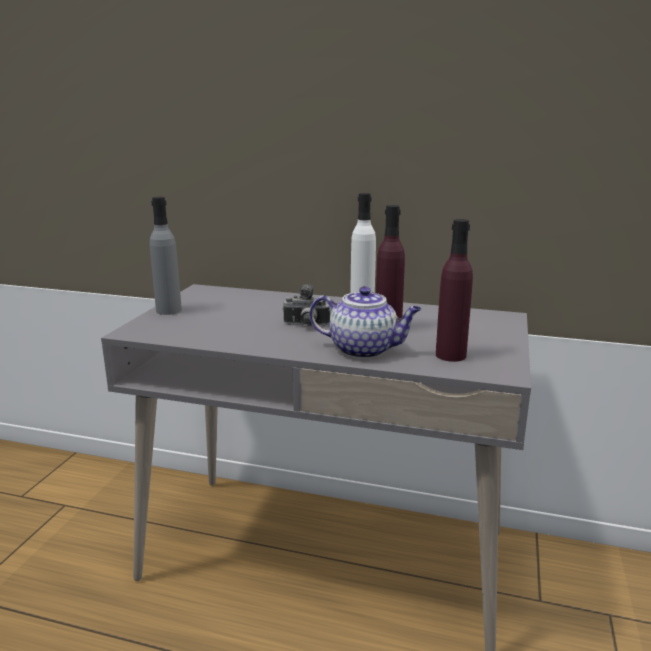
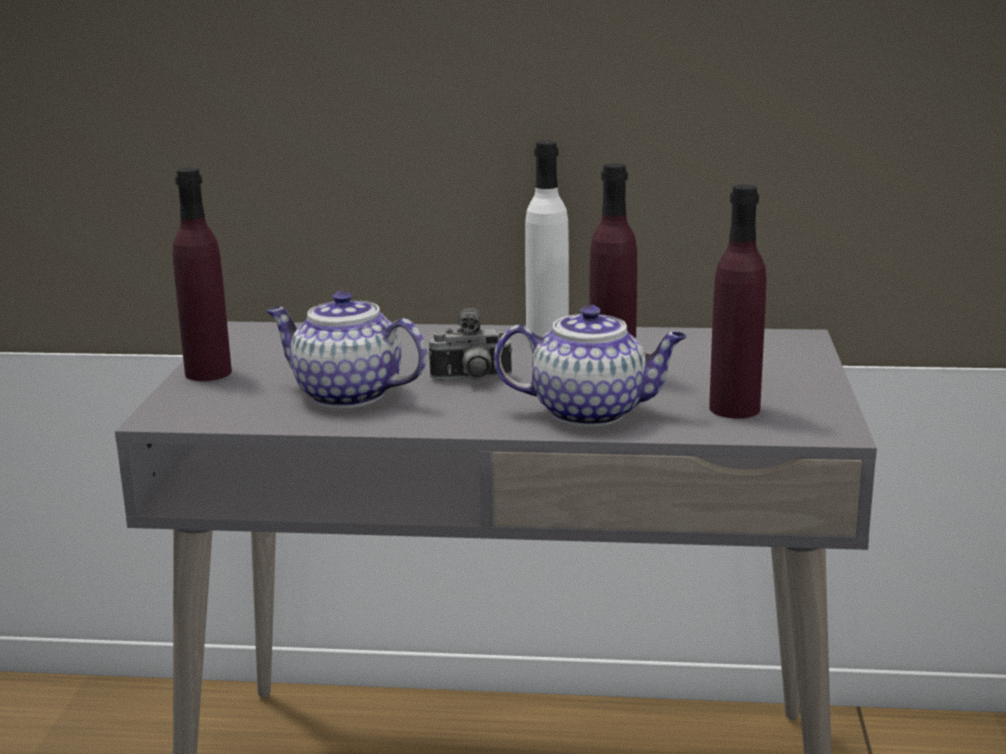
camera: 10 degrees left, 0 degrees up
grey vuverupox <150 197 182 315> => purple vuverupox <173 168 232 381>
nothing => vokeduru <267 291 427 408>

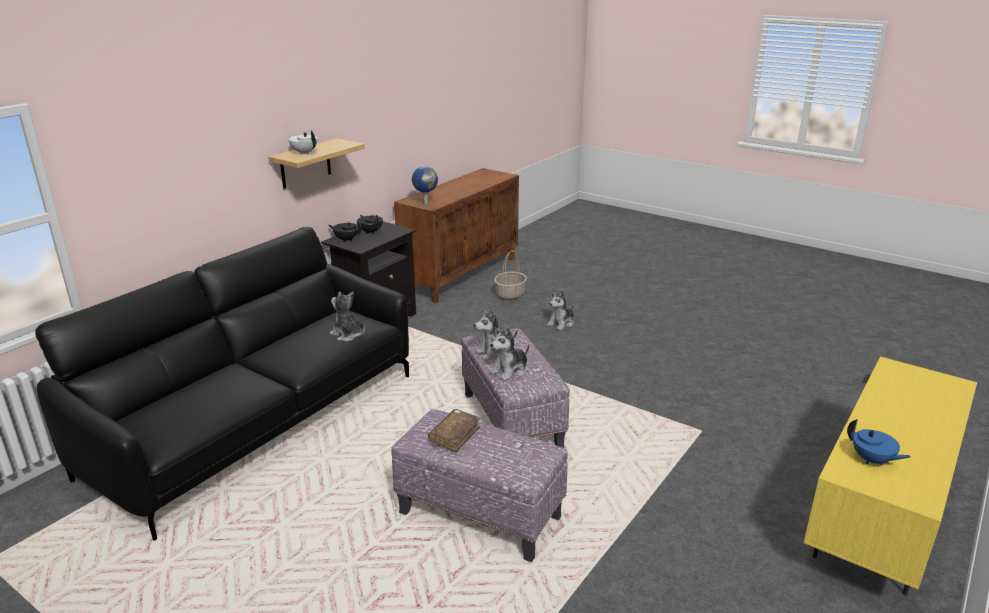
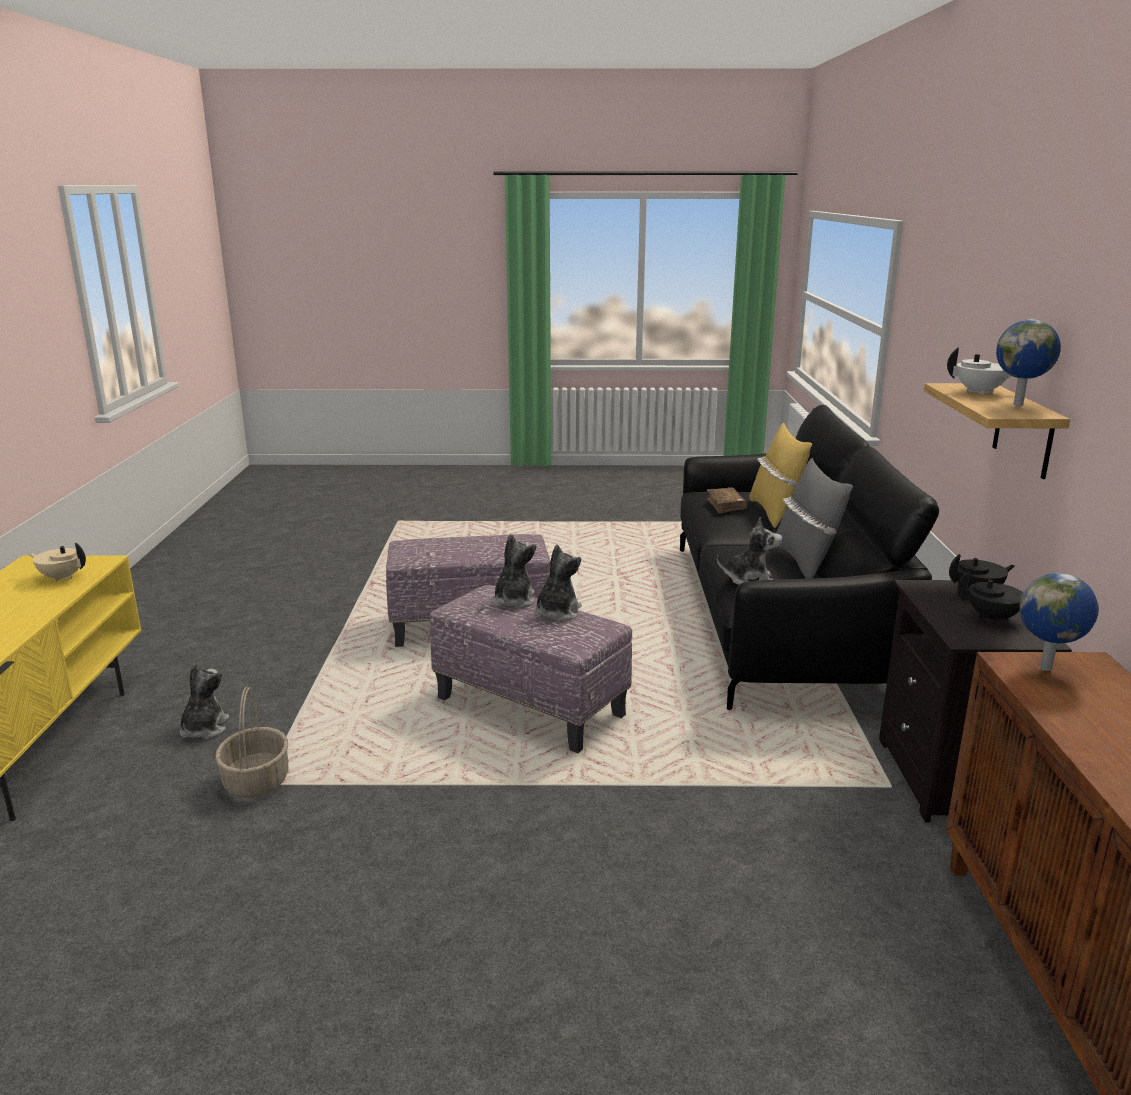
camera: 145 degrees right, 5 degrees down
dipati <494 250 527 300> => dipati <215 687 289 798>, moved
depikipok <547 291 574 330> => depikipok <180 663 230 739>, moved
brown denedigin <428 409 481 453> => brown denedigin <707 487 747 514>, moved
blue vokeduru <847 419 911 465> => beige vokeduru <28 543 86 582>
nothing => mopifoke <996 319 1061 406>
nothing => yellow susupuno <749 423 812 528>
nothing => grey susupuno <776 458 853 579>

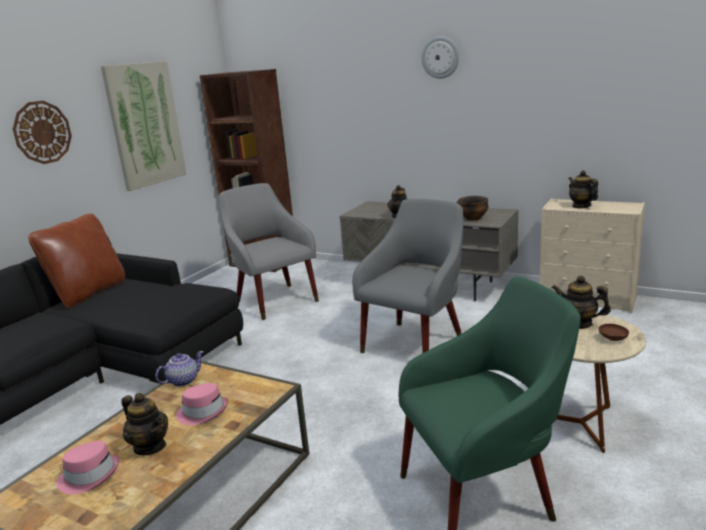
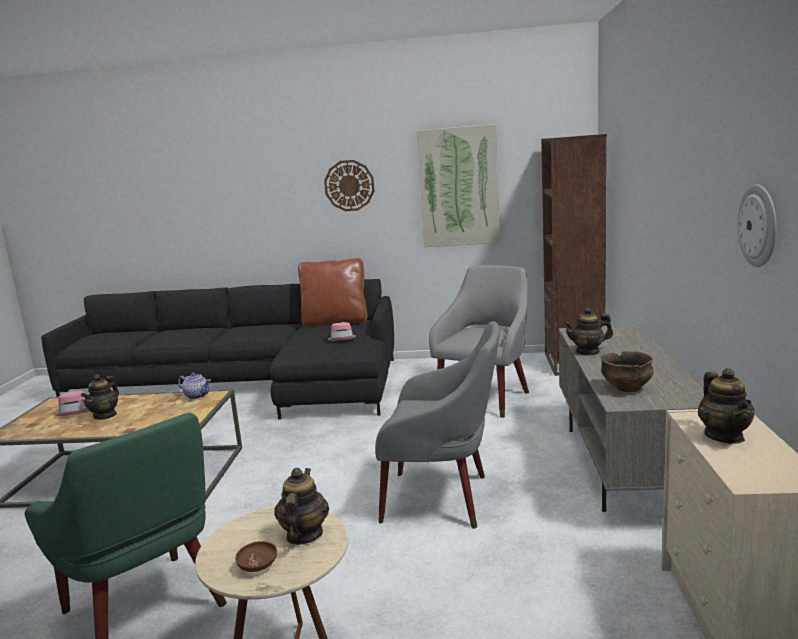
camera: 65 degrees right, 5 degrees down
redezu <421 36 459 79> => redezu <738 184 777 267>, moved
vokeduru <568 170 598 208> => vokeduru <698 368 754 444>, 135 degrees clockwise
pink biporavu <176 383 228 425> => pink biporavu <327 322 356 341>, moved

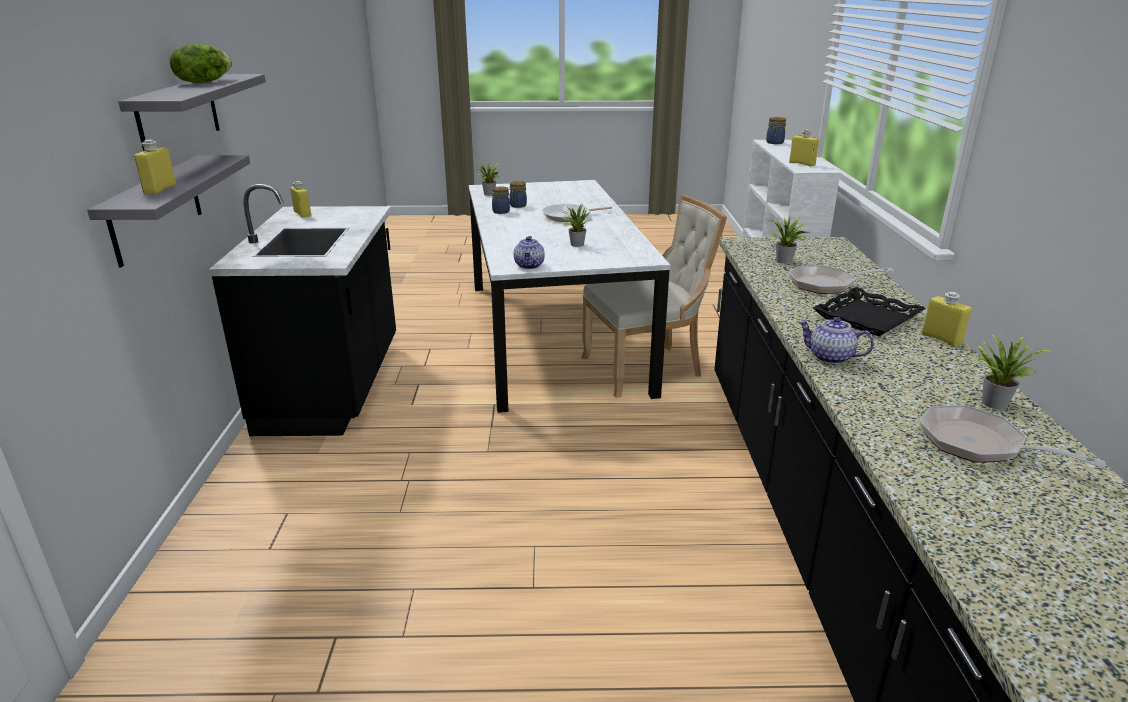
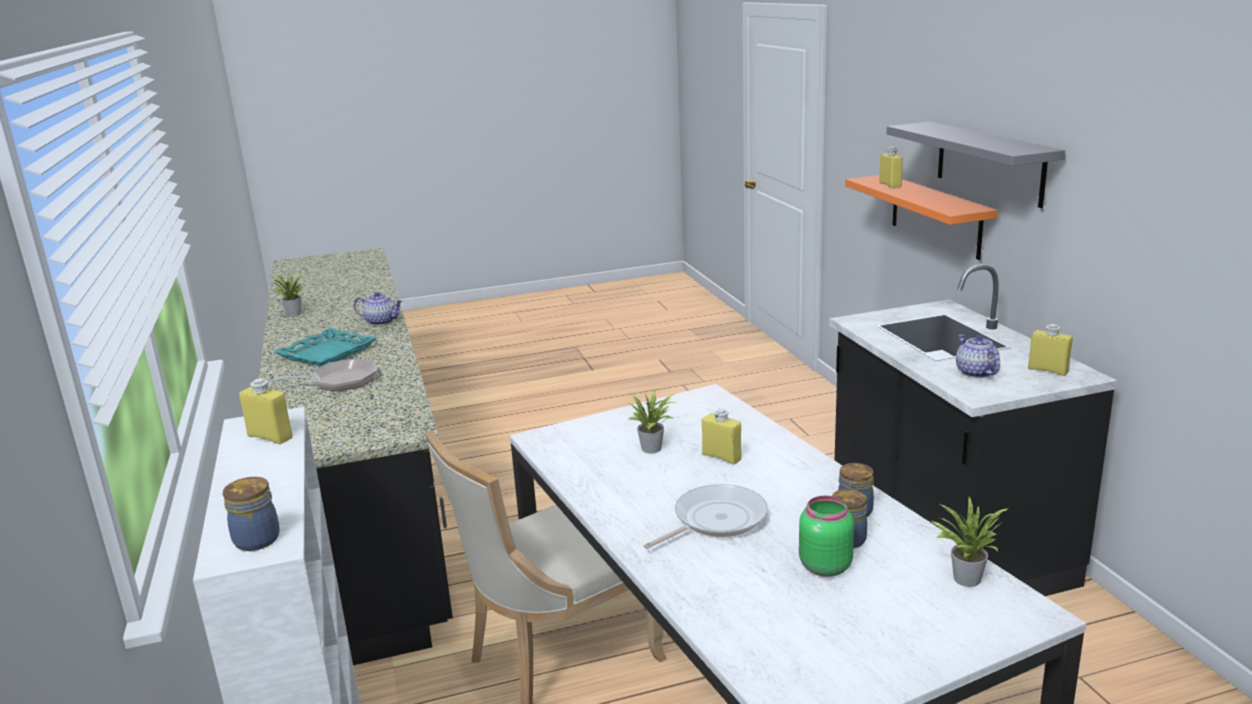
camera: 165 degrees right, 5 degrees down
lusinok <170 44 232 83> => nothing
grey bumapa <87 155 250 267> => orange bumapa <845 175 998 260>
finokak <770 215 809 264> => nothing
vokeduru <514 236 545 269> => vokeduru <956 335 1000 378>, moved
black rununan <813 287 926 336> => turquoise rununan <274 328 376 367>
yellow vuverupox <922 292 972 347> => yellow vuverupox <702 408 742 465>, moved
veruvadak <919 405 1105 468> => nothing
nothing => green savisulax <799 496 854 577>

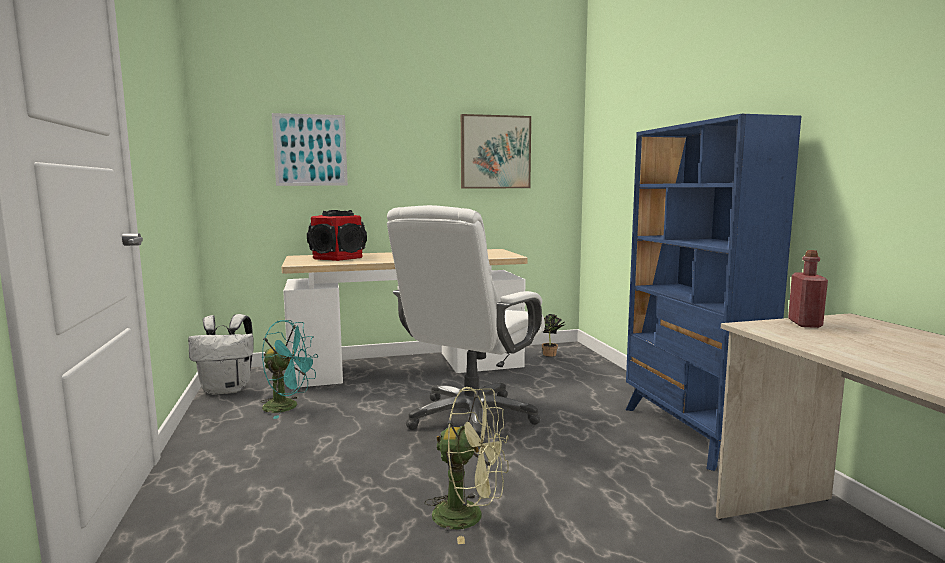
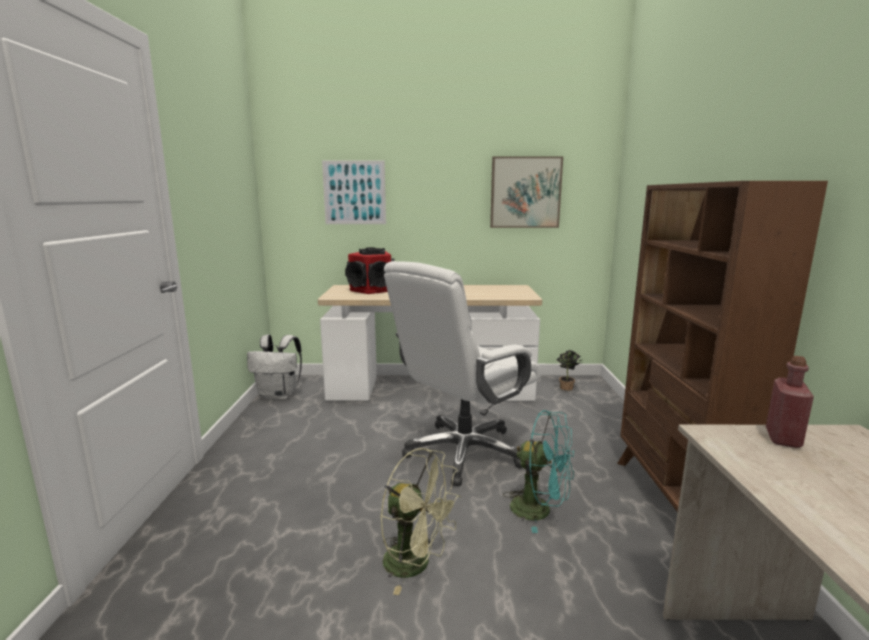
camera: 15 degrees right, 5 degrees up
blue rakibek <626 114 801 471> => brown rakibek <617 181 828 512>
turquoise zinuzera <261 320 318 419> => turquoise zinuzera <503 410 574 533>, moved

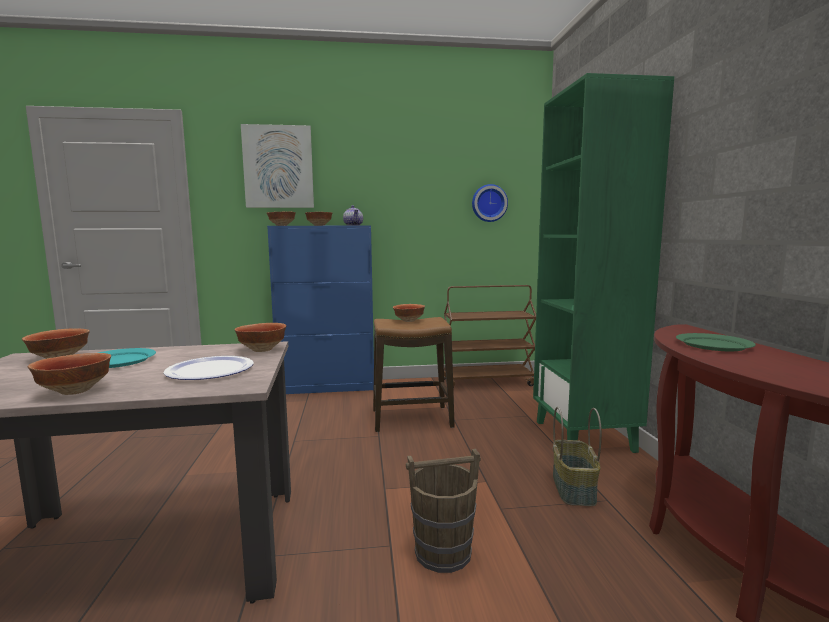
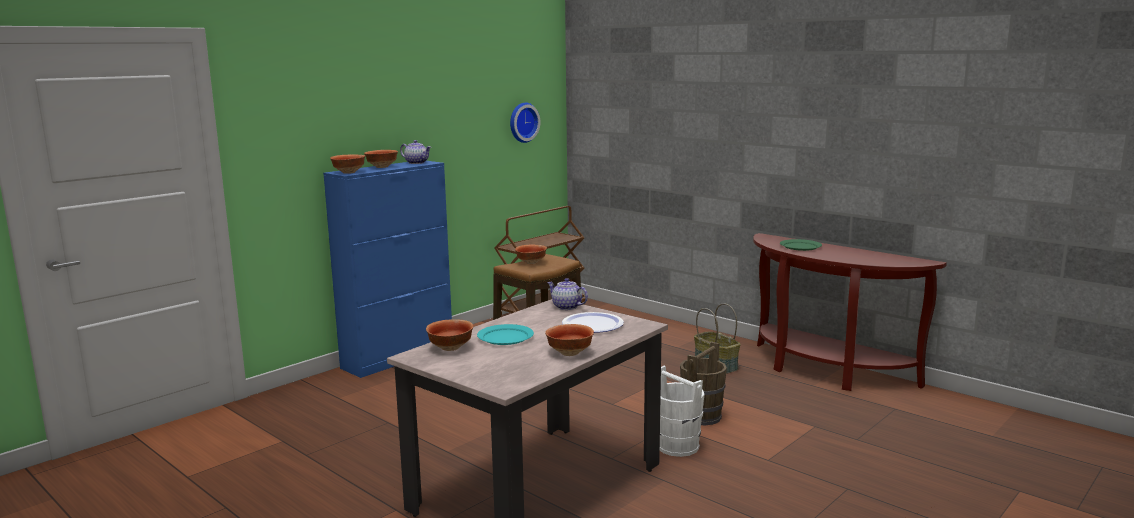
camera: 40 degrees left, 5 degrees up
green rakibek <533 73 674 453> => nothing
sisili <241 124 314 208> => nothing
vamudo <234 323 286 352> => vokeduru <547 278 588 310>
nothing => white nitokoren <660 366 705 457>

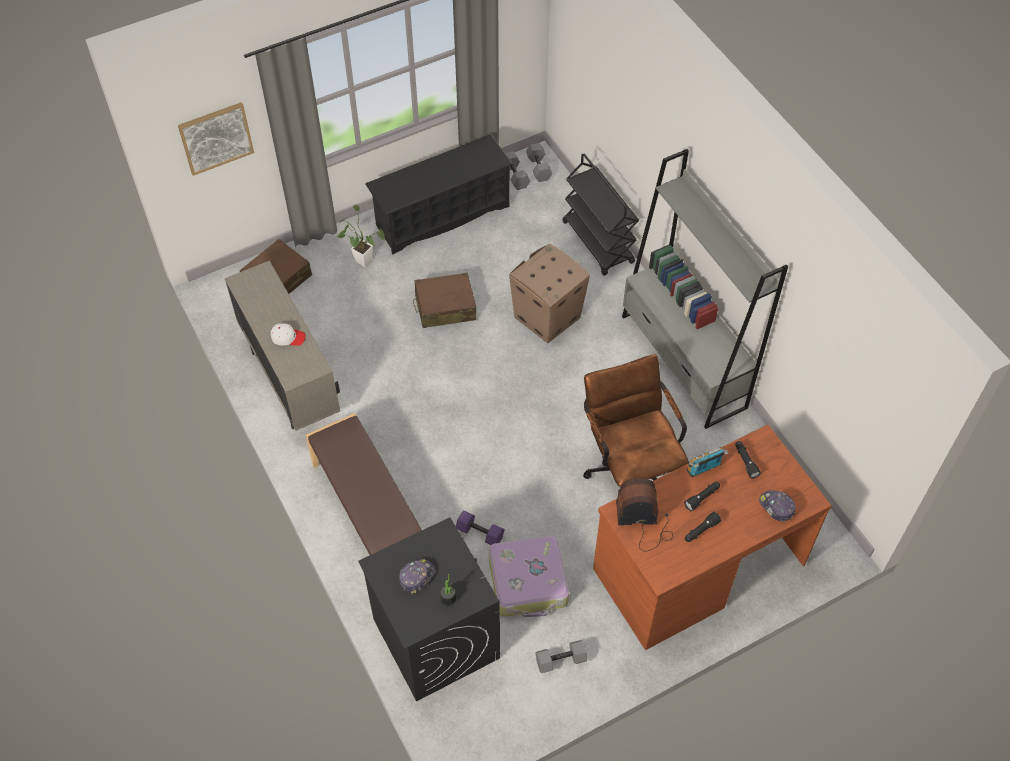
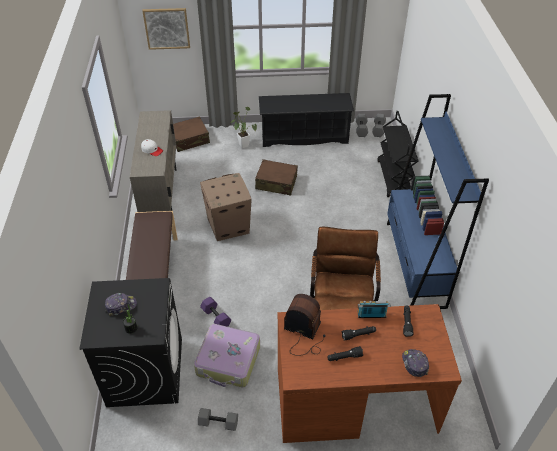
camera: 25 degrees right, 10 degrees down
grey rakibek <622 149 788 429> => blue rakibek <387 94 489 309>
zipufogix <509 244 590 343> => zipufogix <200 173 252 241>, moved

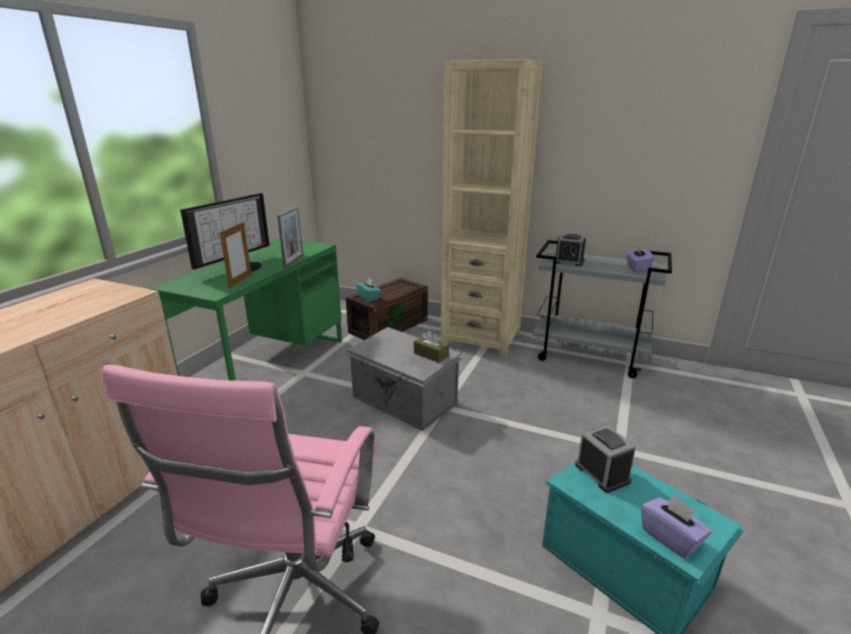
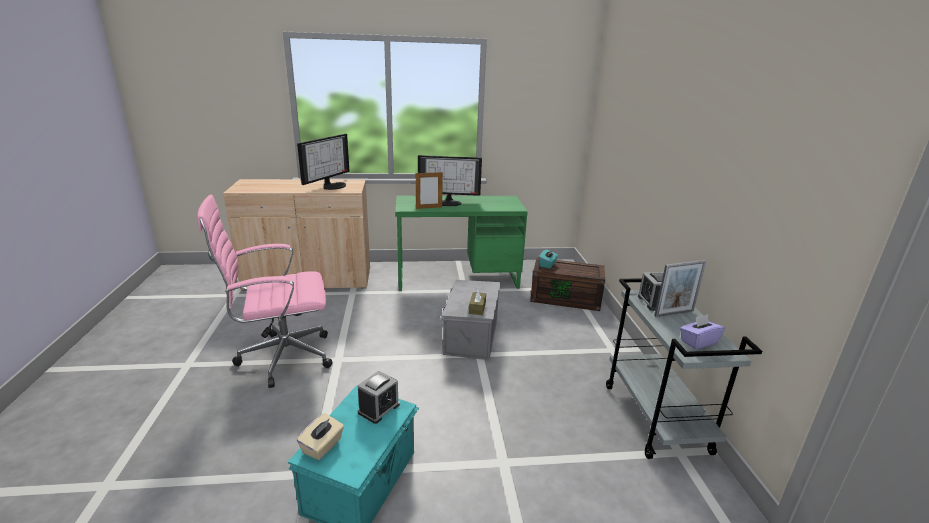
camera: 60 degrees right, 0 degrees up
beige rakibek <441 59 543 358> => nothing
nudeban <277 206 303 268> => nudeban <654 260 706 317>, moved
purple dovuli <641 494 712 558> => beige dovuli <297 413 344 460>
nothing => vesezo <297 134 349 190>

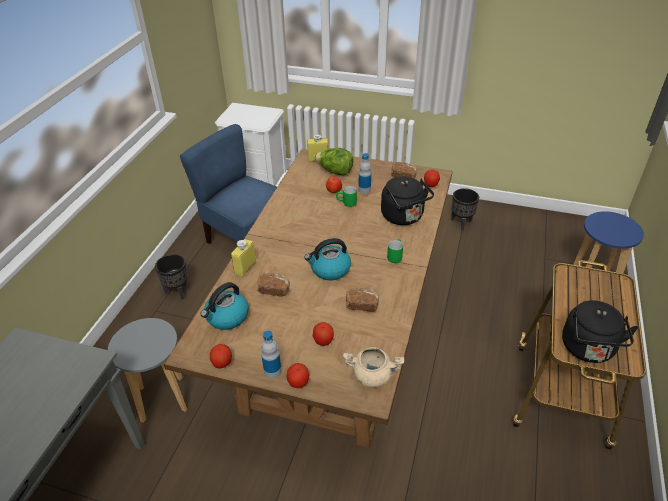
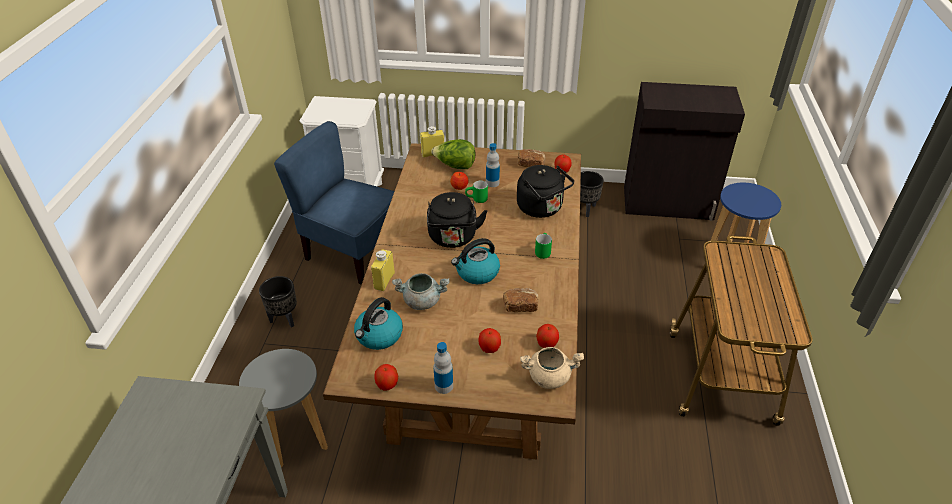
camera: 10 degrees left, 0 degrees up
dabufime <257 273 290 297> => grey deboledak <392 273 449 310>
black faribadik <562 300 638 363> => black faribadik <427 192 487 248>, moved
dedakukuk <287 363 309 388> => dedakukuk <536 324 559 348>, moved
nothing => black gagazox <624 82 745 221>

